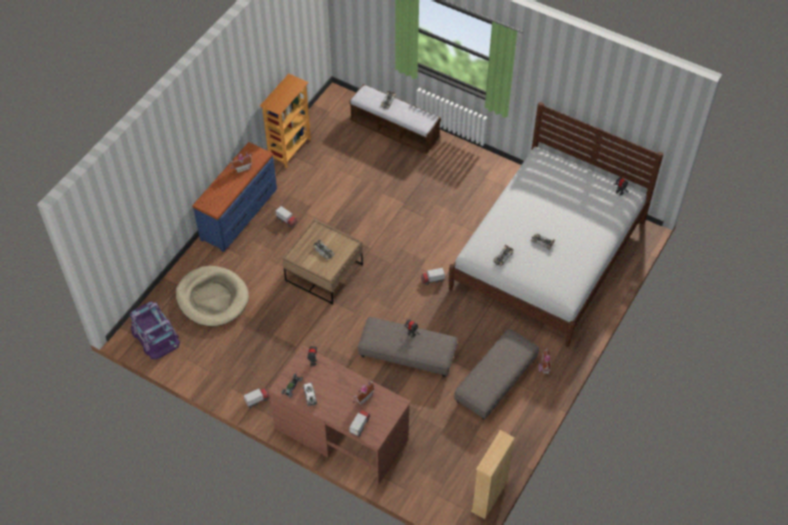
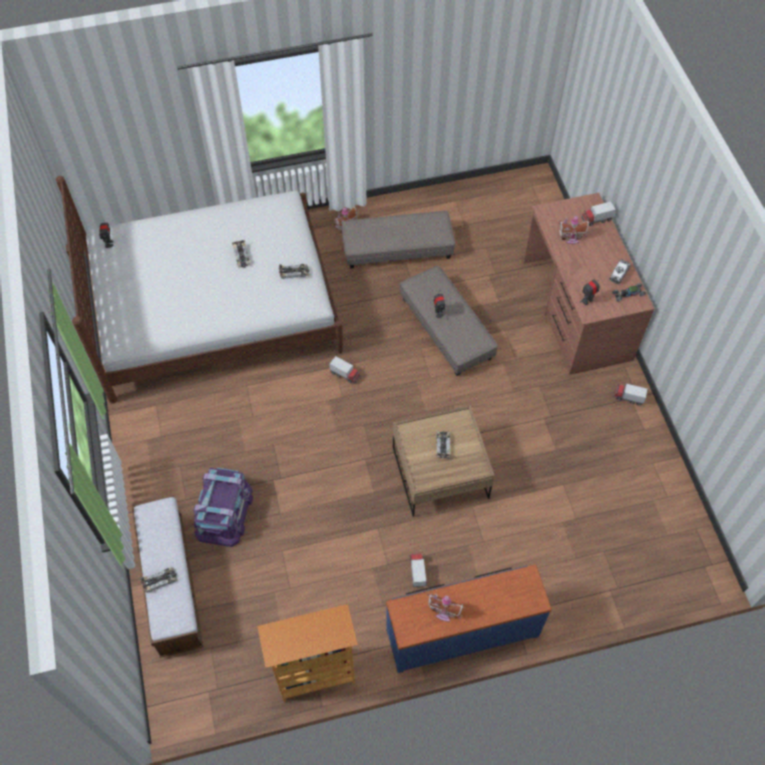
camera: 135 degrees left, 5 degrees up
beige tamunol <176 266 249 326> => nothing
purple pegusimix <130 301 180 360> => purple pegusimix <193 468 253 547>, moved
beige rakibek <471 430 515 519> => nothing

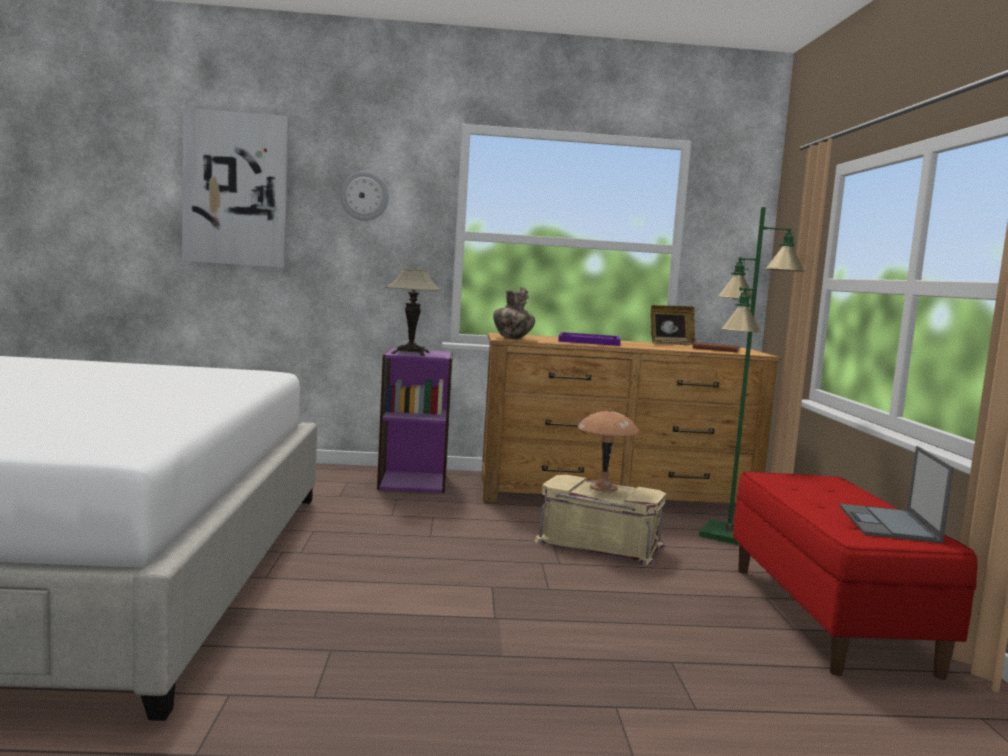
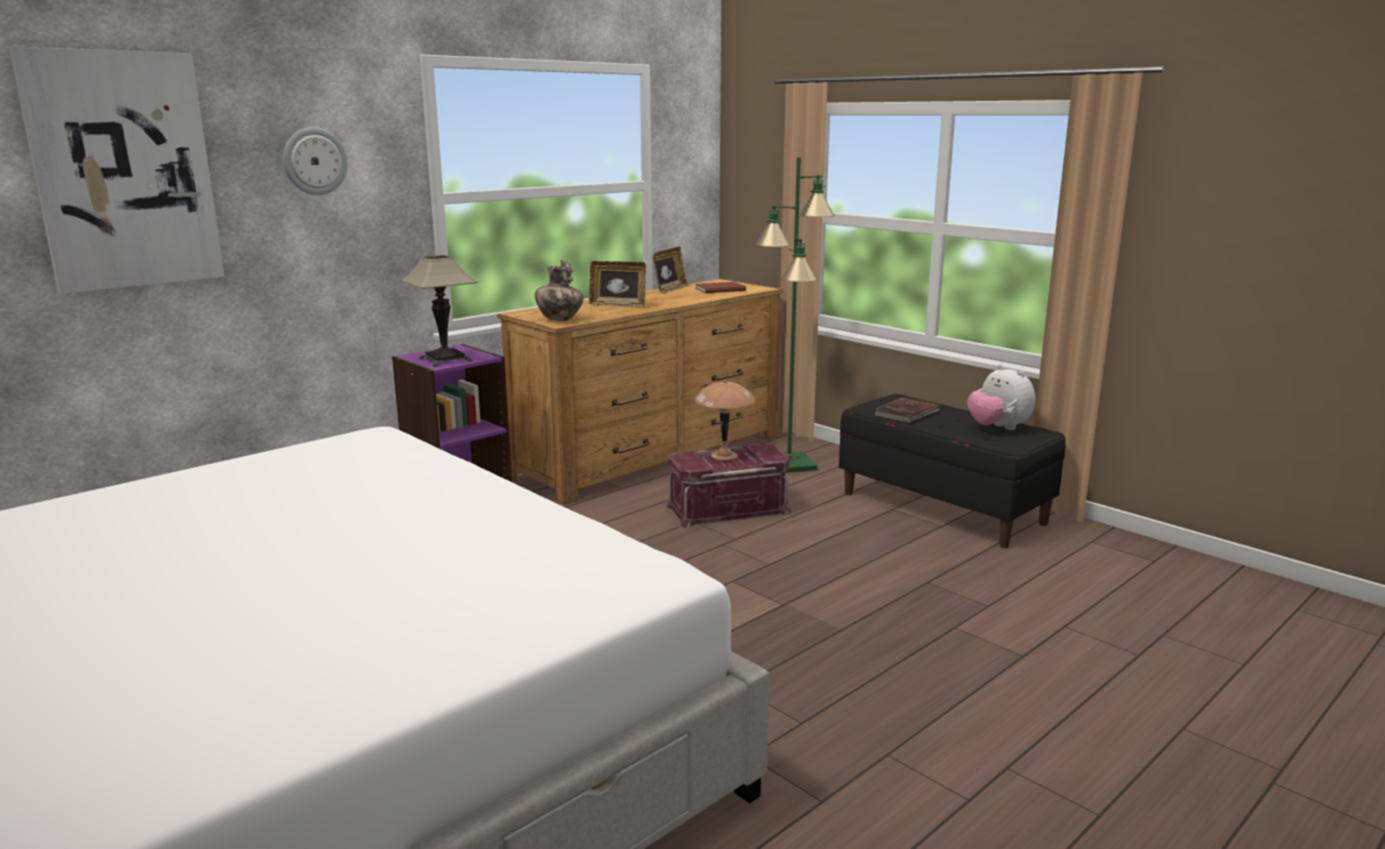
camera: 40 degrees left, 10 degrees up
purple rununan <558 332 621 346> => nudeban <589 261 646 307>
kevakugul <839 446 954 543> => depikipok <967 365 1035 430>
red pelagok <733 472 977 680> => black pelagok <839 394 1066 548>
beige pegusimix <534 475 667 566> => red pegusimix <665 444 792 528>
nothing => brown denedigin <873 397 940 424>

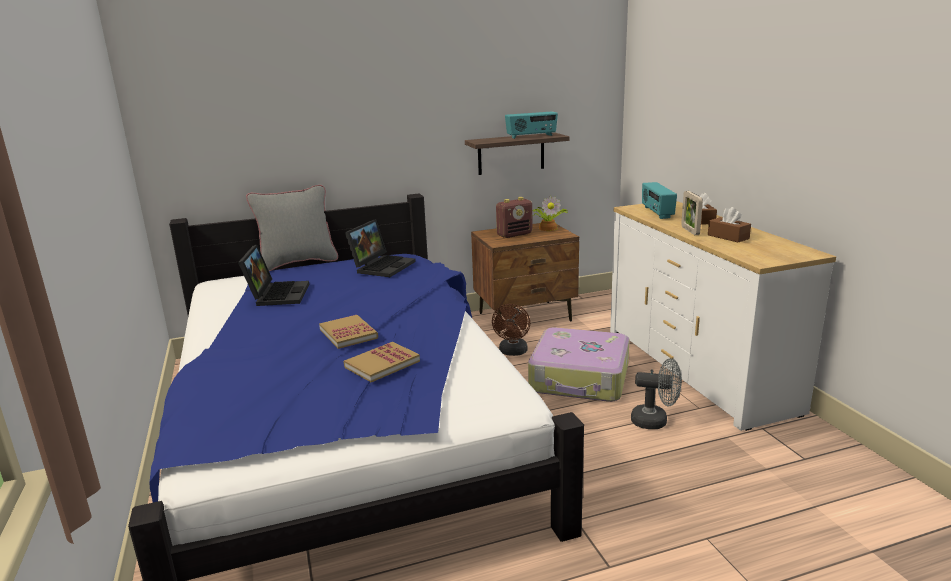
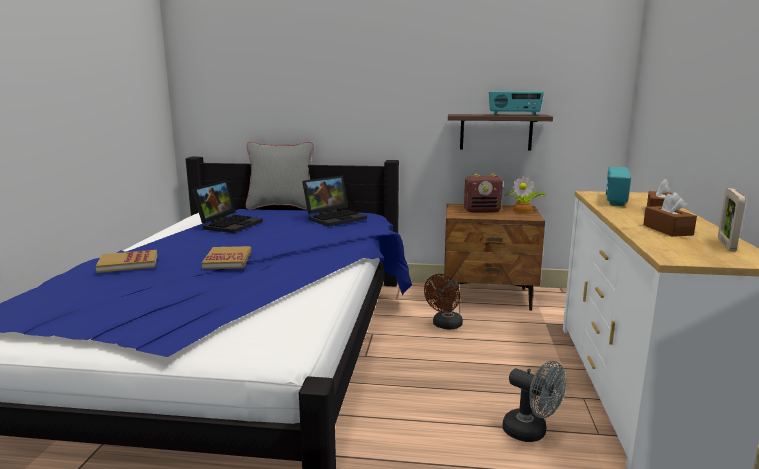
camera: 25 degrees right, 5 degrees down
nudeban <681 191 703 235> => nudeban <718 188 746 251>, moved
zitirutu <528 327 630 402> => nothing
denedigin <344 342 420 382> => denedigin <96 250 158 273>, moved

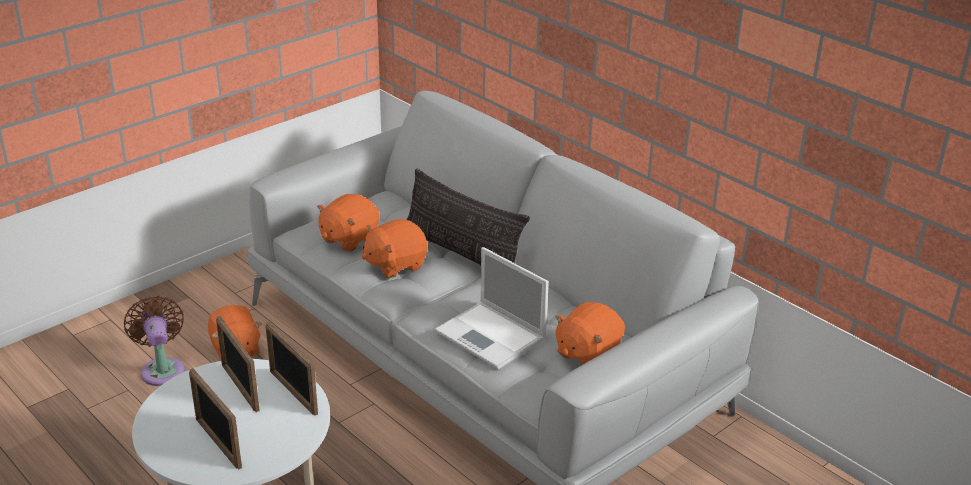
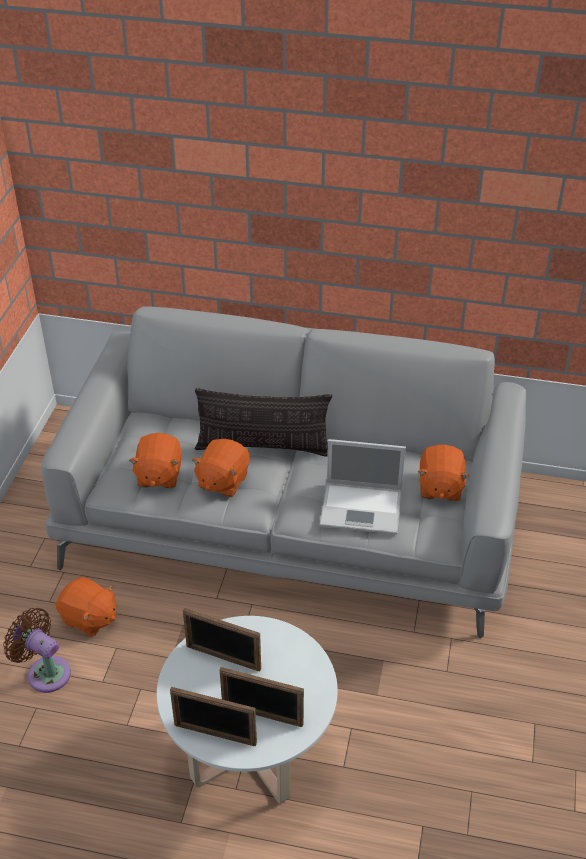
camera: 35 degrees left, 10 degrees up
nudeban <265 322 318 416> => nudeban <170 687 257 746>, moved

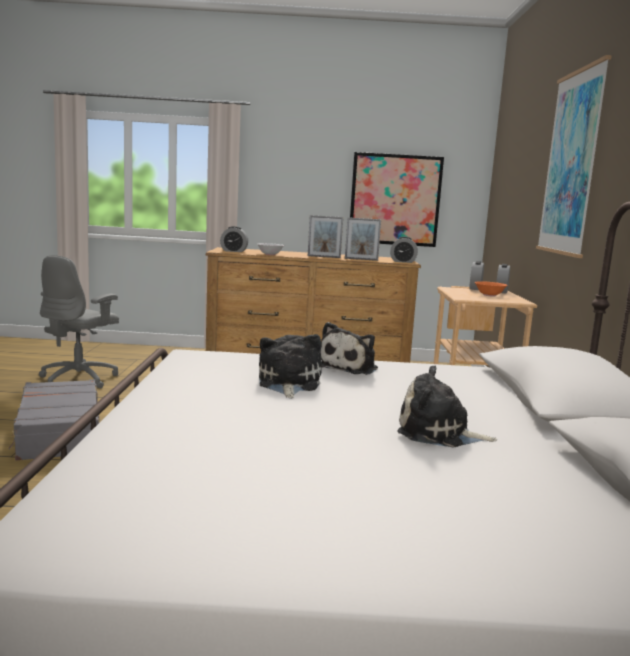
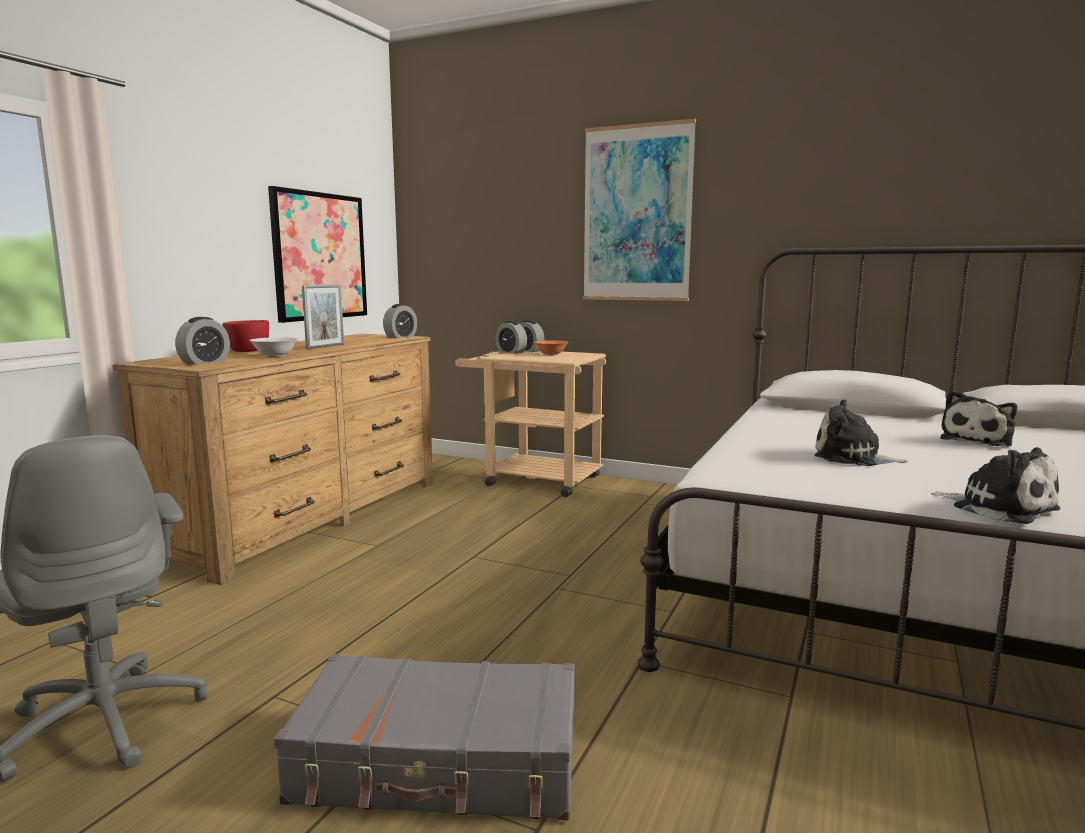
camera: 65 degrees left, 0 degrees up
nudeban <345 217 381 261> => nothing
depikipok <320 322 378 375> => depikipok <931 447 1060 524>, moved
nothing => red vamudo <223 320 269 352>

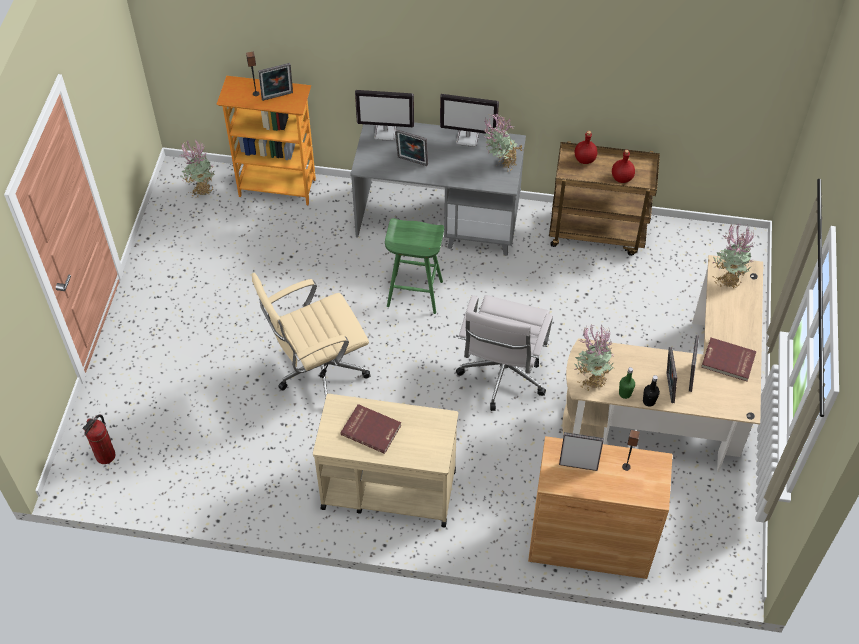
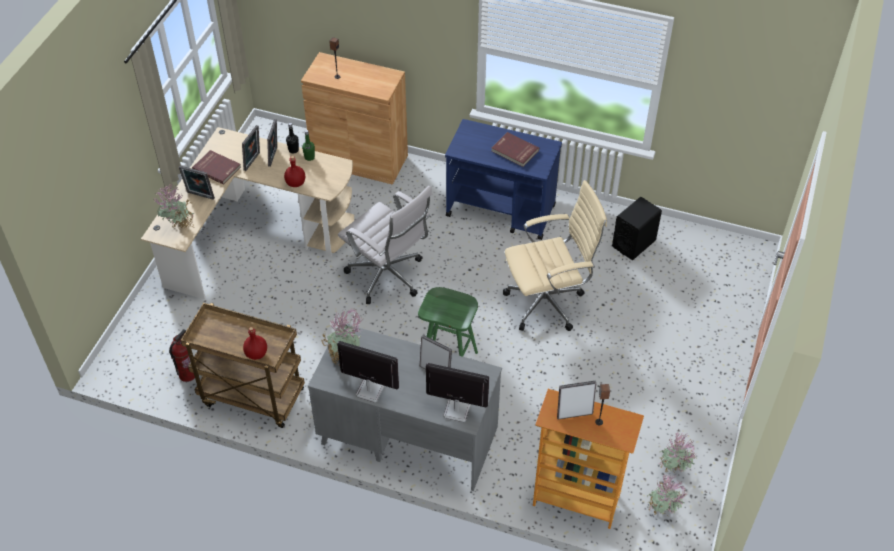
camera: 170 degrees left, 5 degrees down
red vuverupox <612 150 635 183> => red vuverupox <284 156 305 187>, moved
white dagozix <456 295 553 411> => white dagozix <338 185 432 304>, 105 degrees clockwise
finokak <574 324 615 391> => finokak <658 432 697 472>, moved
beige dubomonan <313 394 458 527> => blue dubomonan <445 119 562 240>
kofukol <82 414 116 464> => kofukol <169 329 195 382>, moved
nudeban <559 432 604 471> => nudeban <179 166 215 200>, moved
nothing => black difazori <612 197 662 260>

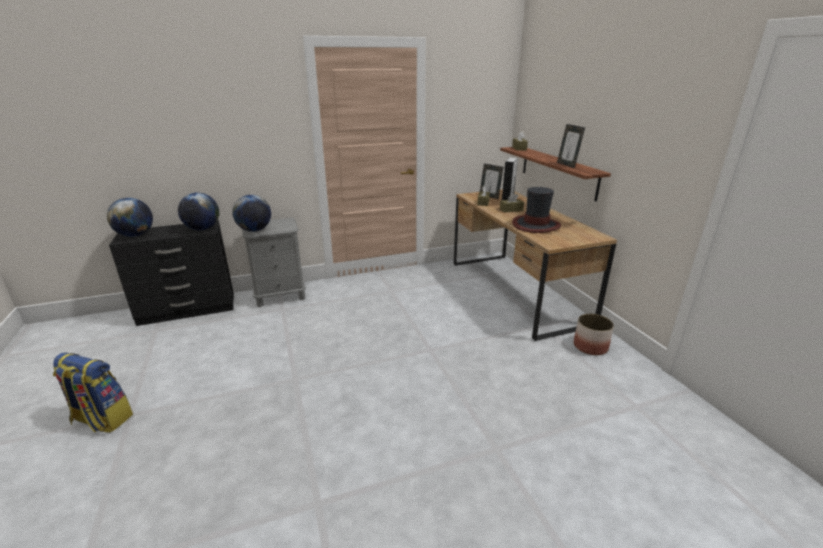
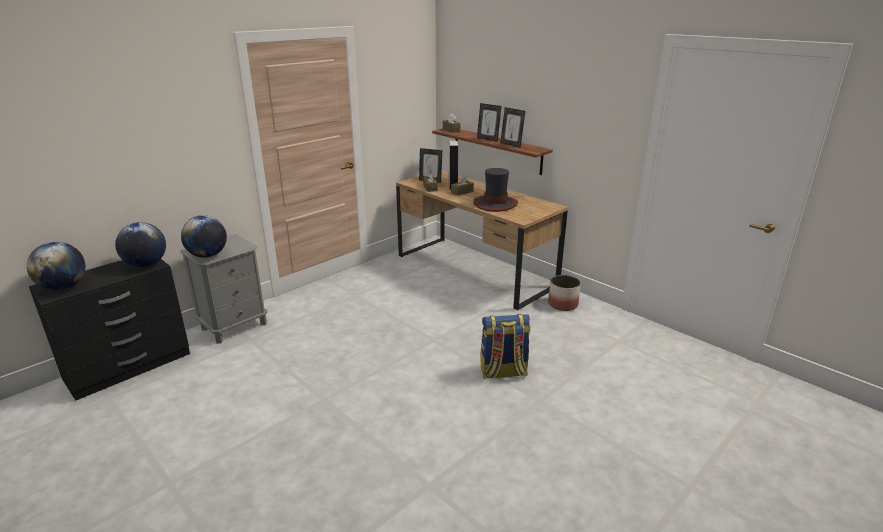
camera: 25 degrees left, 0 degrees up
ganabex <53 352 133 433> => ganabex <481 314 530 379>, moved
nothing => nudeban <477 103 502 142>

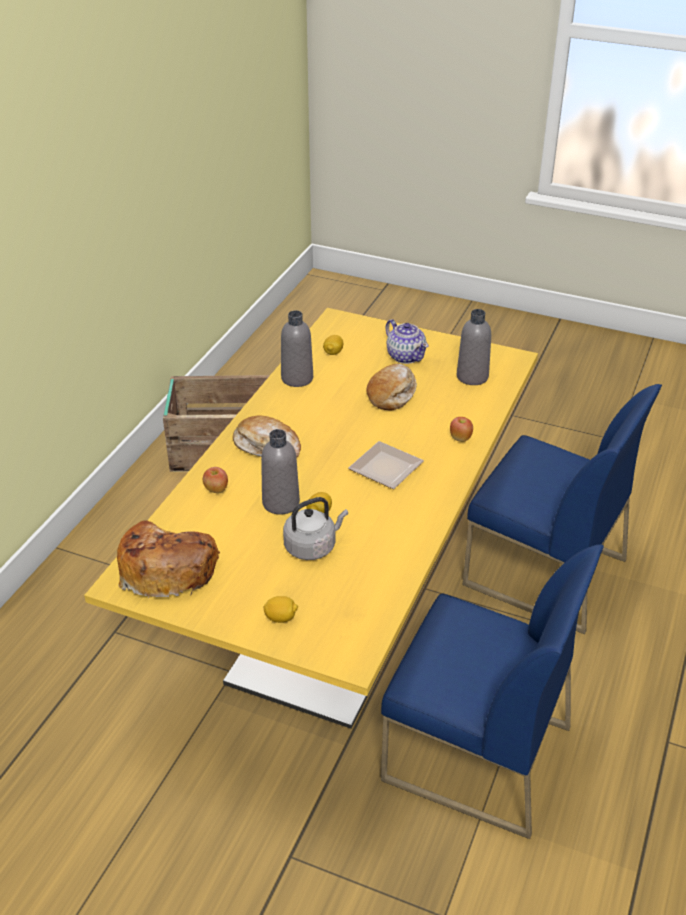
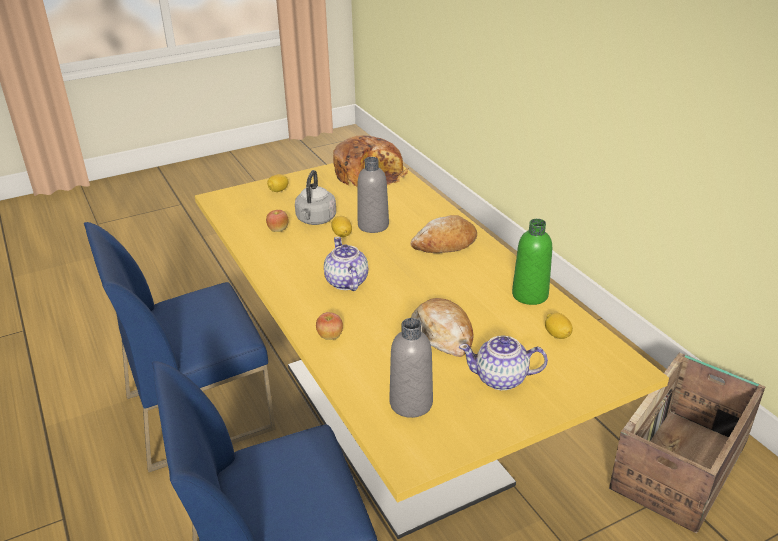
camera: 130 degrees right, 5 degrees down
grey vuverupox <281 310 313 387> => green vuverupox <512 219 552 305>
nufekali <348 441 424 489> => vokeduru <324 237 368 291>
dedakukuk <203 467 228 494> => dedakukuk <266 210 289 232>, moved

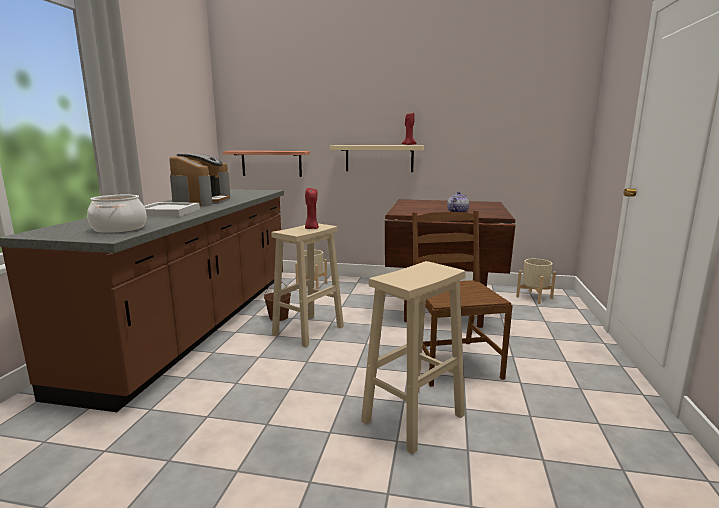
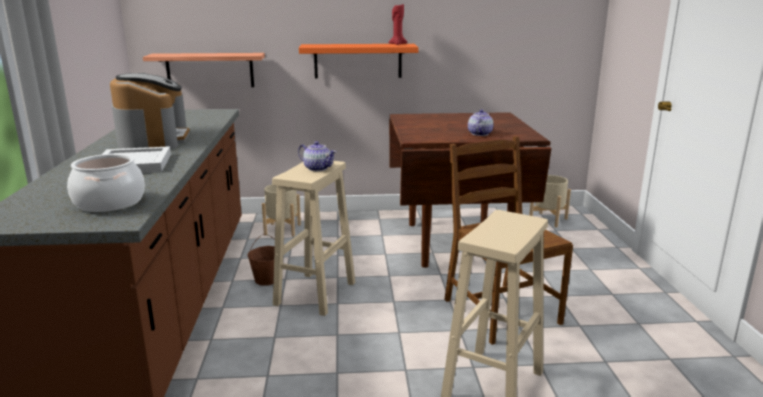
camera: 15 degrees left, 5 degrees up
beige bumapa <330 145 424 172> => orange bumapa <299 44 419 79>
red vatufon <305 188 319 229> => vokeduru <298 141 337 171>

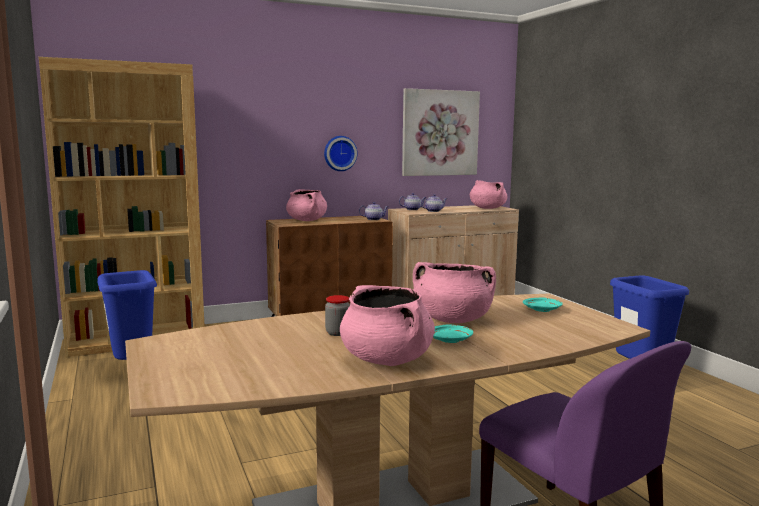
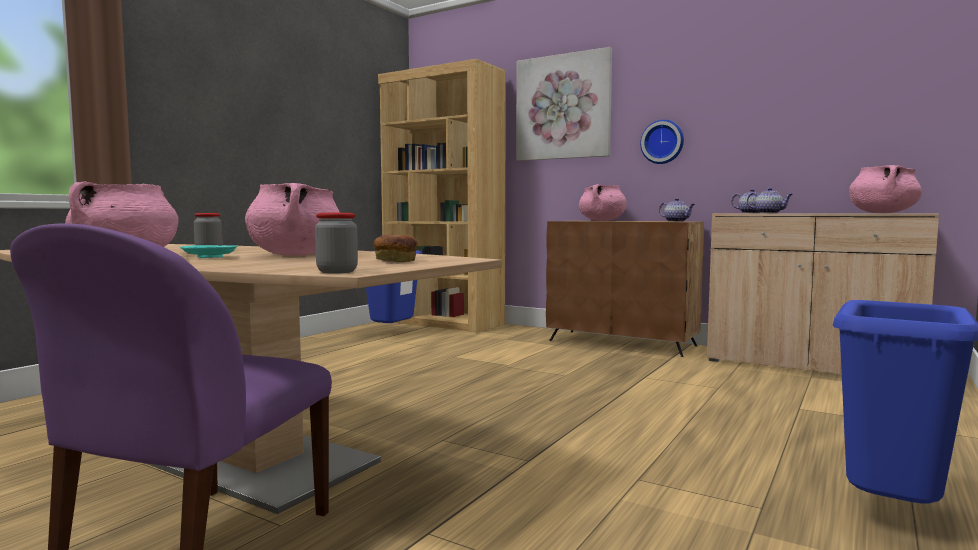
camera: 55 degrees right, 5 degrees down
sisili <402 88 480 176> => sisili <516 47 612 161>, moved
turquoise nufekali <523 298 563 312> => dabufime <374 235 418 262>
nothing => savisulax <315 213 358 274>

